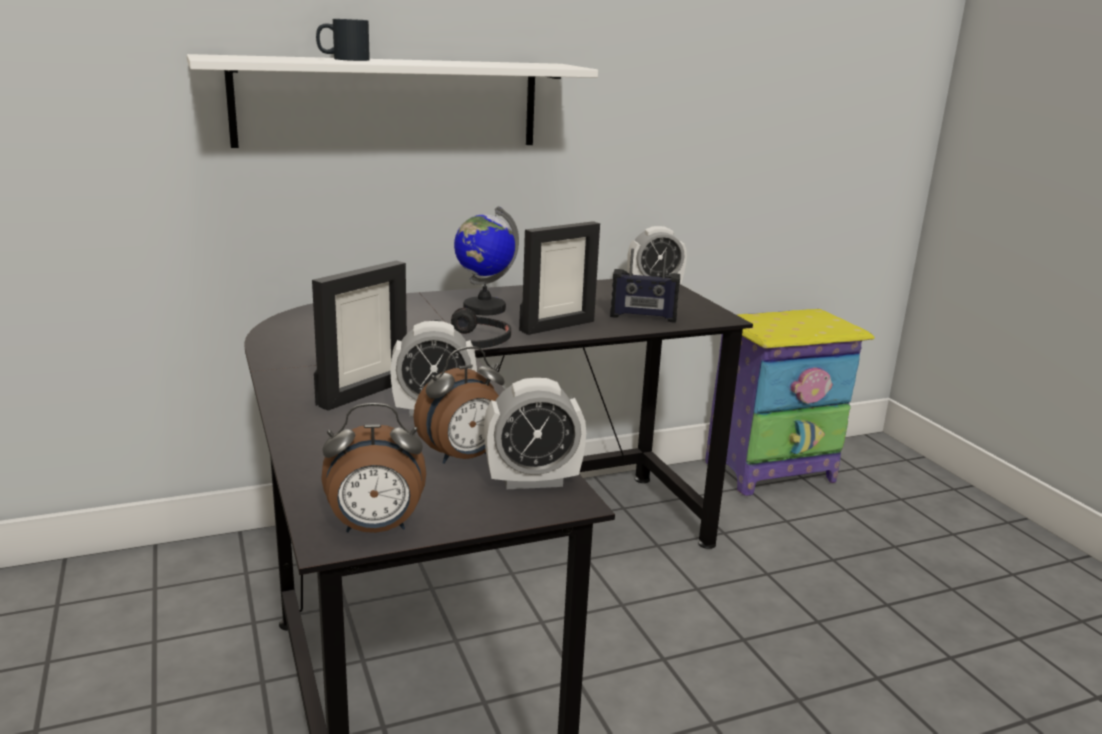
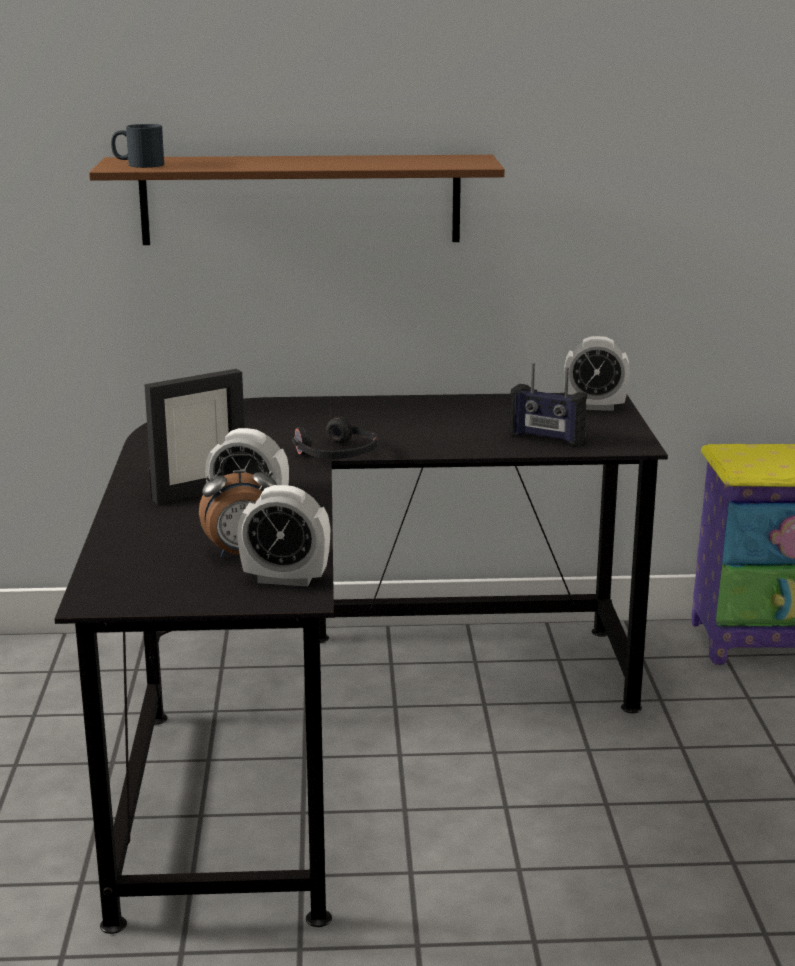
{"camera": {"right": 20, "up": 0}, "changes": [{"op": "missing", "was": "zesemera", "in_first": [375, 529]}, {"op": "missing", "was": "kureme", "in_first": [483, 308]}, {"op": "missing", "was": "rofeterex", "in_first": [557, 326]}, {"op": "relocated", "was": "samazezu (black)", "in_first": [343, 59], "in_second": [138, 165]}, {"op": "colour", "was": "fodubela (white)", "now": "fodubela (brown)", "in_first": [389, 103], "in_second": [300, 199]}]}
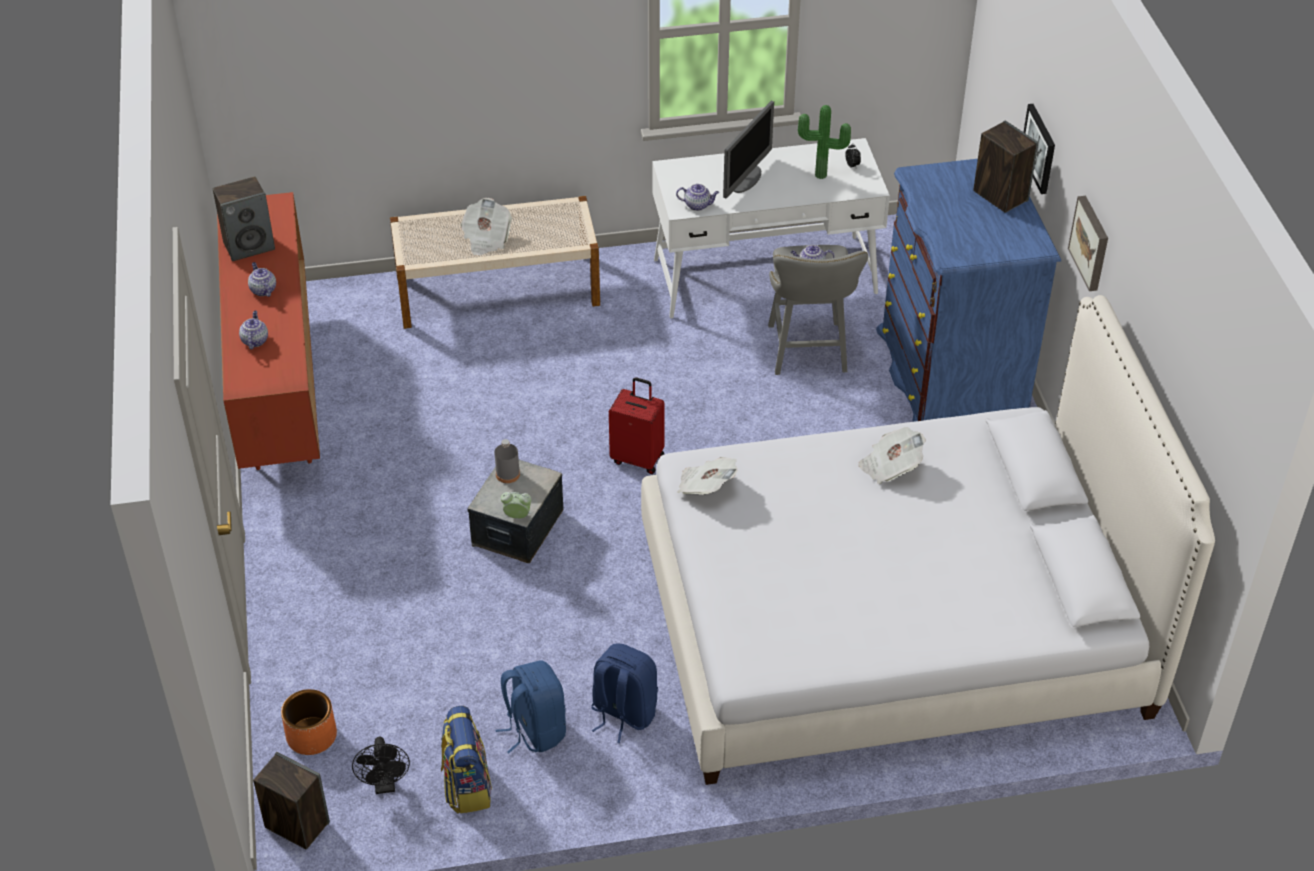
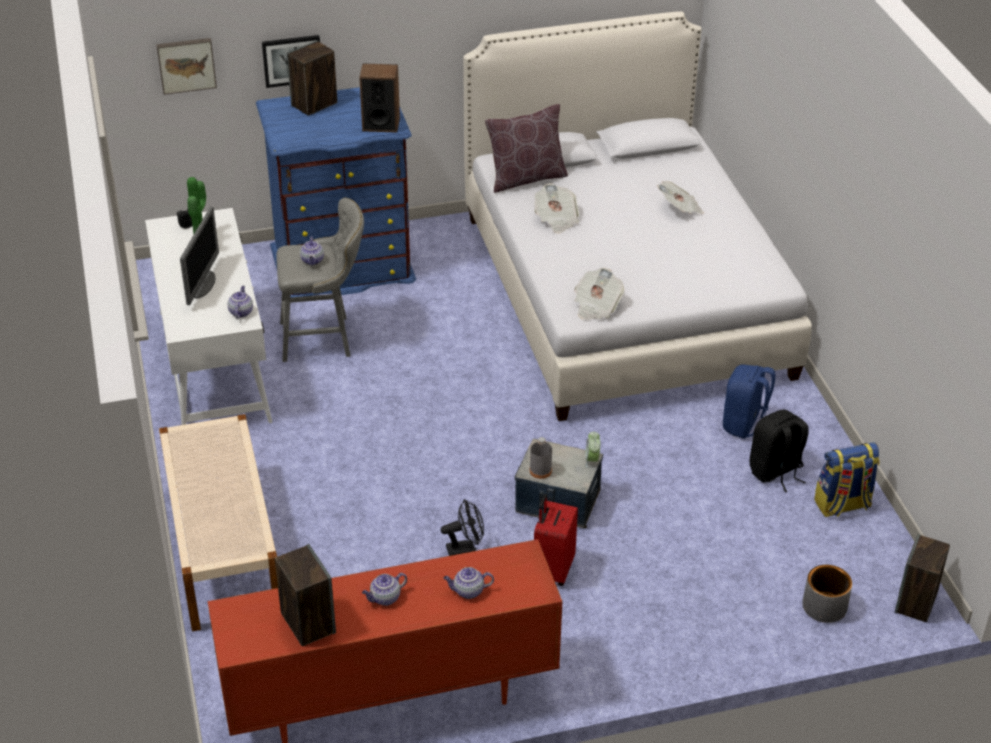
{"camera": {"right": -95, "up": -5}, "changes": [{"op": "appeared", "now": "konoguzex", "in_second": [381, 124]}, {"op": "appeared", "now": "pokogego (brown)", "in_second": [526, 178]}, {"op": "relocated", "was": "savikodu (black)", "in_first": [385, 785], "in_second": [465, 548]}, {"op": "relocated", "was": "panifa", "in_first": [486, 239], "in_second": [680, 209]}, {"op": "relocated", "was": "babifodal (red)", "in_first": [638, 458], "in_second": [552, 570]}, {"op": "relocated", "was": "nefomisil", "in_first": [1091, 243], "in_second": [186, 64]}, {"op": "colour", "was": "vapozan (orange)", "now": "vapozan (grey)", "in_first": [311, 736], "in_second": [824, 607]}, {"op": "colour", "was": "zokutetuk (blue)", "now": "zokutetuk (black)", "in_first": [534, 729], "in_second": [776, 472]}, {"op": "spun", "was": "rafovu", "in_first": [746, 179], "in_second": [203, 284], "clockwise": 75}]}
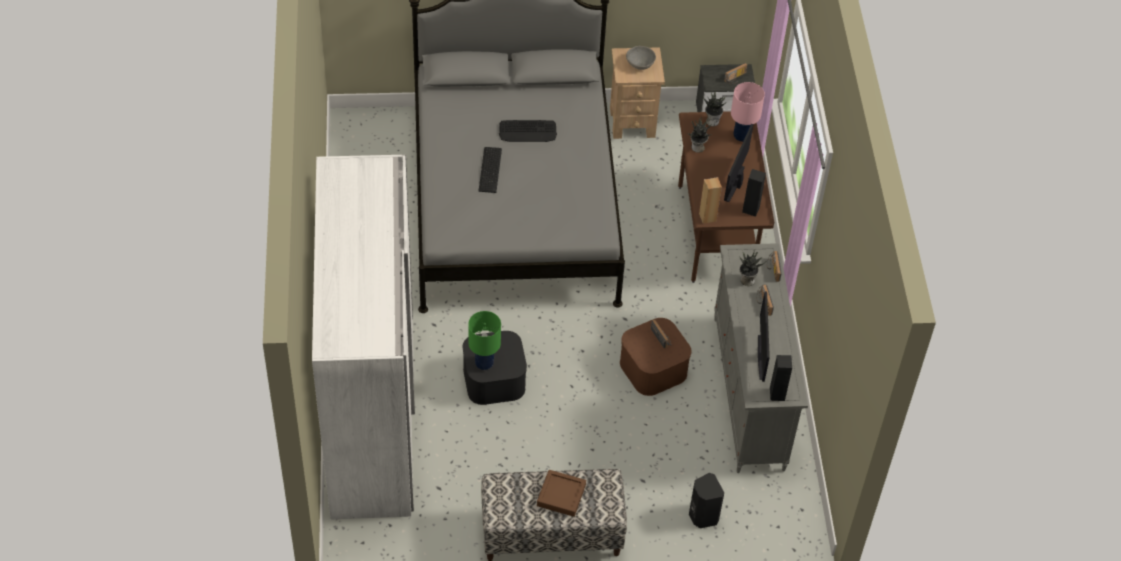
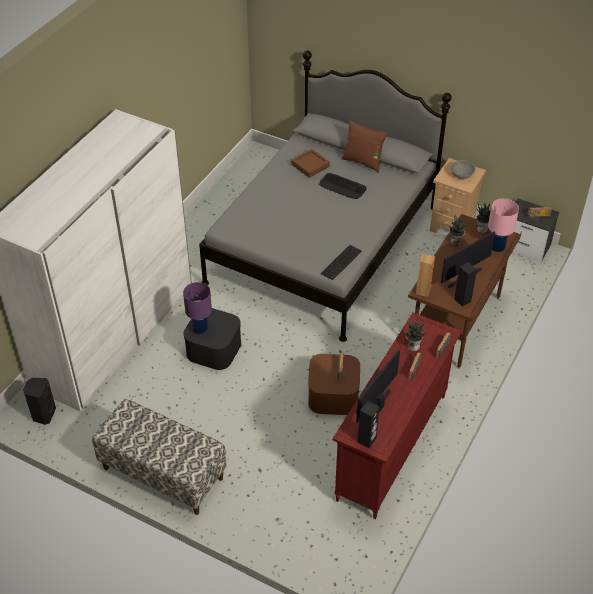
{"camera": {"right": 35, "up": -5}, "changes": [{"op": "appeared", "now": "pokogego (brown)", "in_second": [362, 162]}, {"op": "relocated", "was": "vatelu", "in_first": [491, 169], "in_second": [342, 262]}, {"op": "relocated", "was": "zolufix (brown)", "in_first": [561, 495], "in_second": [310, 165]}, {"op": "relocated", "was": "konoguzex (black)", "in_first": [702, 516], "in_second": [43, 414]}, {"op": "colour", "was": "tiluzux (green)", "now": "tiluzux (purple)", "in_first": [484, 363], "in_second": [200, 329]}, {"op": "colour", "was": "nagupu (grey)", "now": "nagupu (red)", "in_first": [749, 393], "in_second": [393, 447]}]}
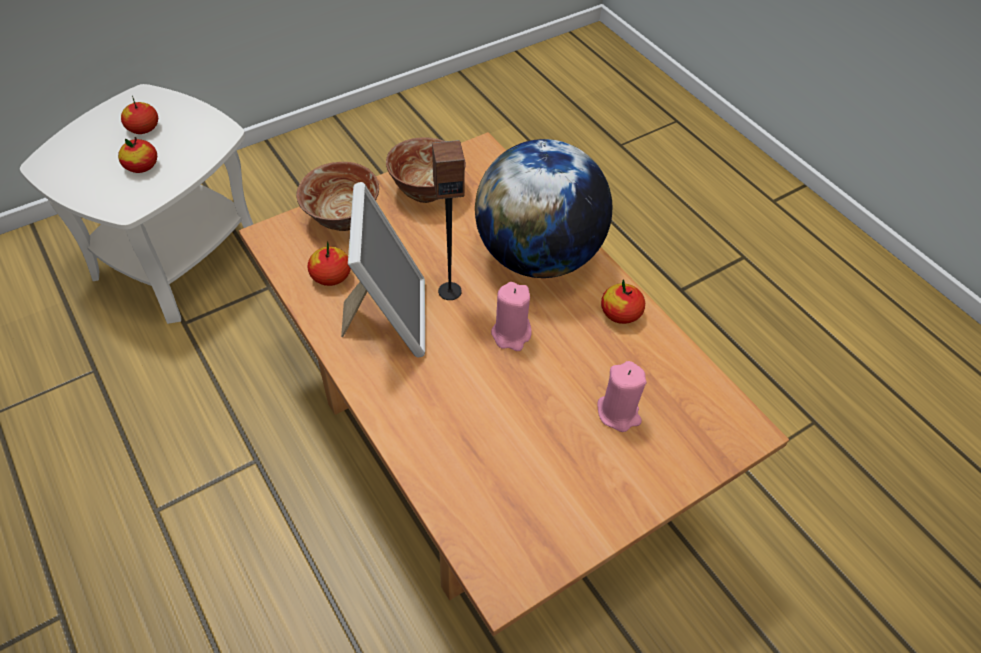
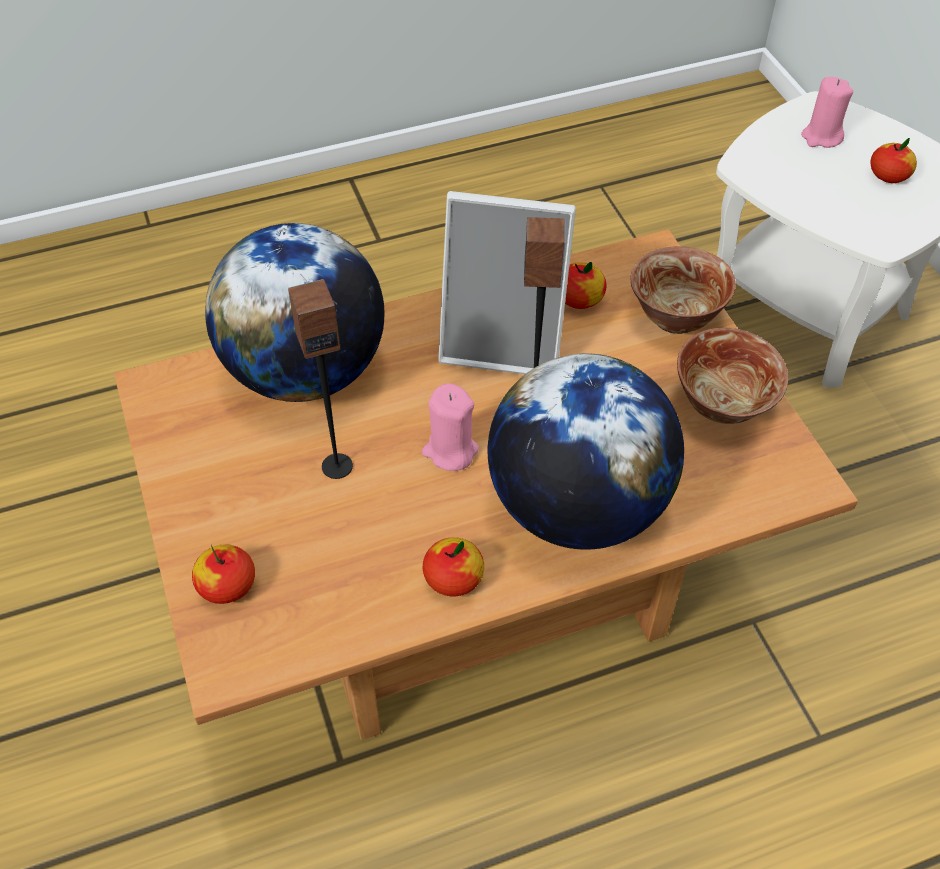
{"camera": {"right": 105, "up": 0}, "changes": [{"op": "appeared", "now": "kureme", "in_second": [305, 371]}, {"op": "appeared", "now": "konoguzex", "in_second": [337, 465]}, {"op": "relocated", "was": "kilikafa", "in_first": [142, 166], "in_second": [227, 585]}, {"op": "relocated", "was": "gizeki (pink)", "in_first": [618, 413], "in_second": [821, 137]}]}
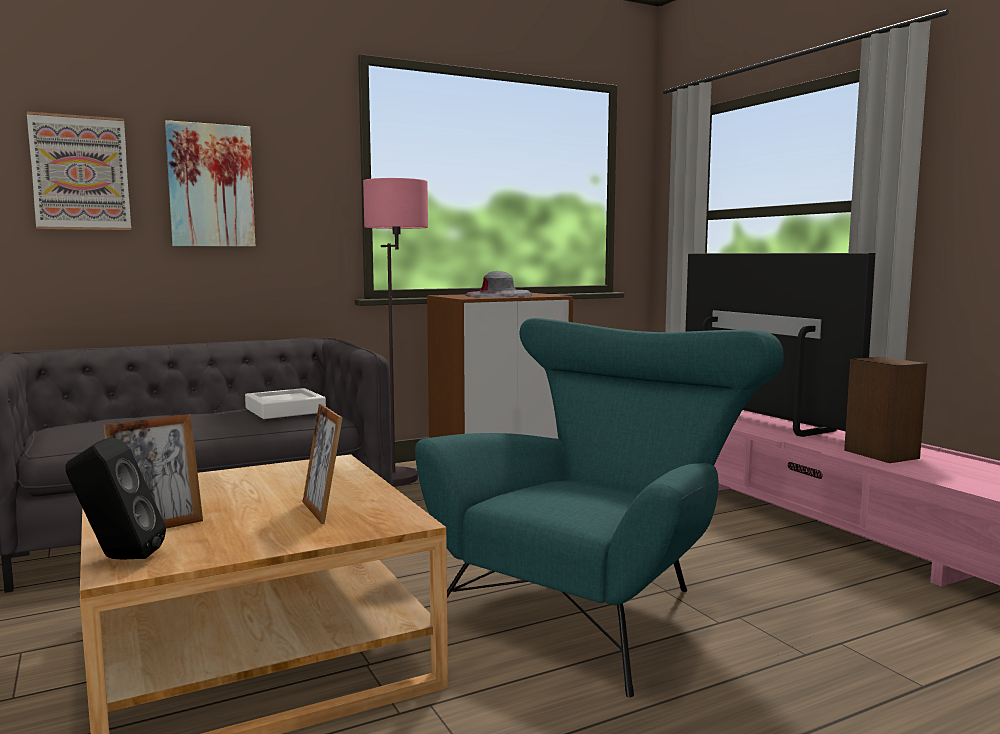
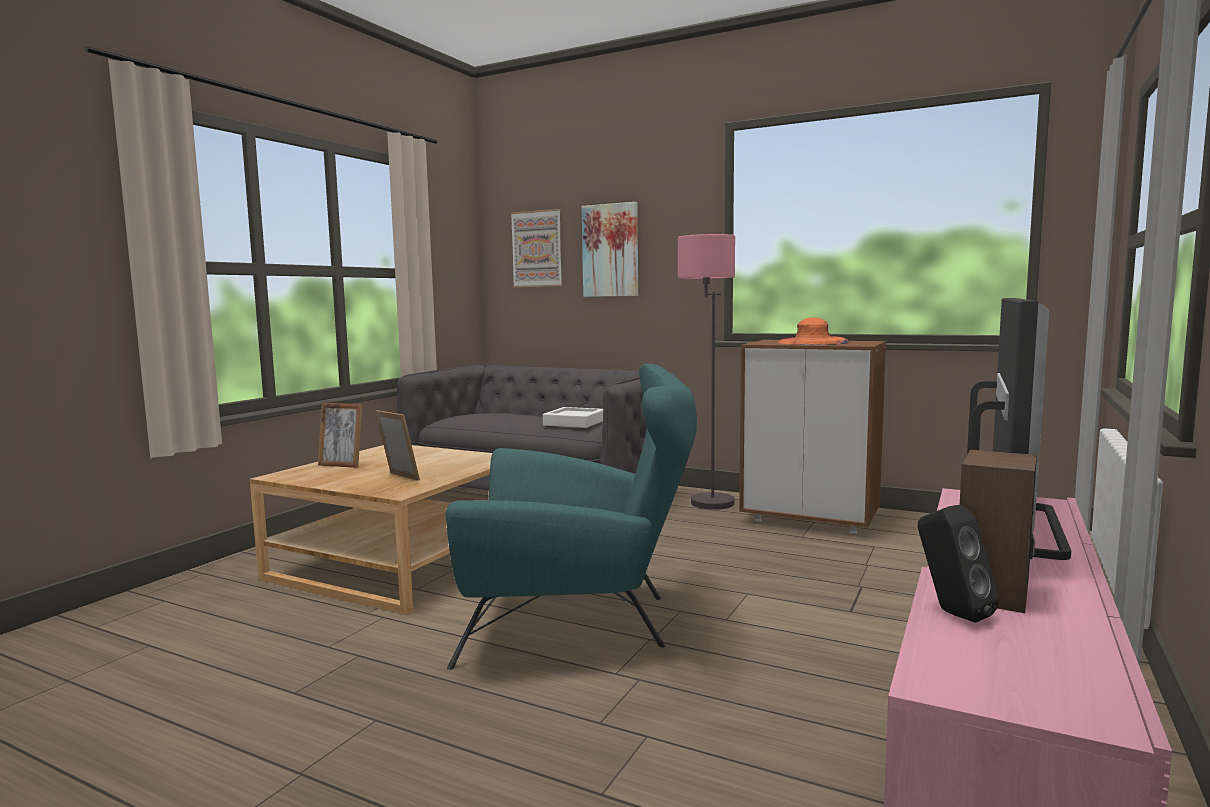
{"camera": {"right": 55, "up": 0}, "changes": [{"op": "relocated", "was": "konoguzex (black)", "in_first": [117, 558], "in_second": [951, 613]}, {"op": "colour", "was": "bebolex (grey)", "now": "bebolex (orange)", "in_first": [498, 295], "in_second": [813, 342]}, {"op": "spun", "was": "rofeterex", "in_first": [323, 511], "in_second": [399, 477], "clockwise": 105}]}
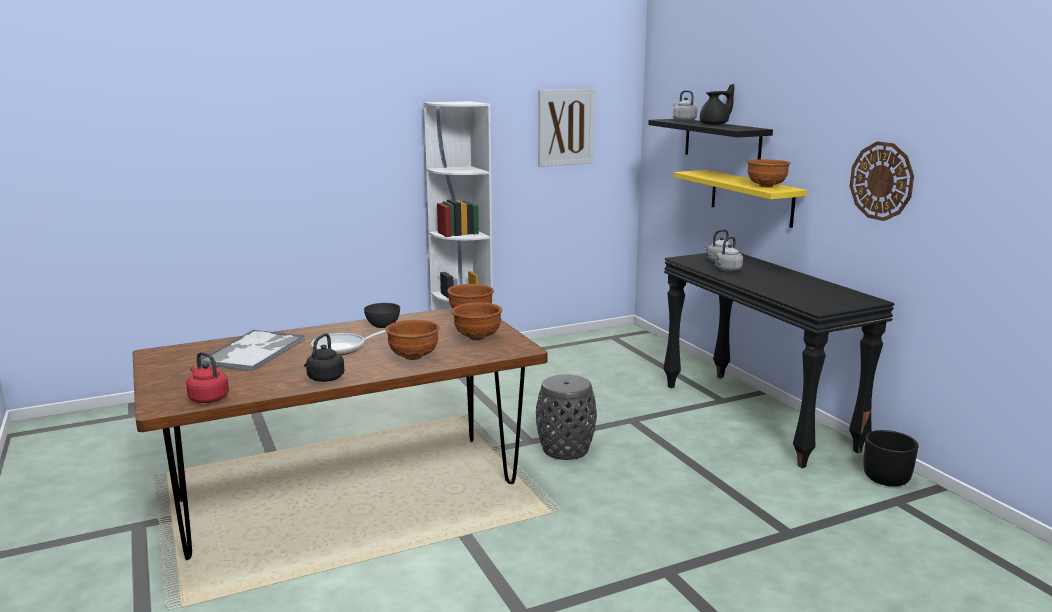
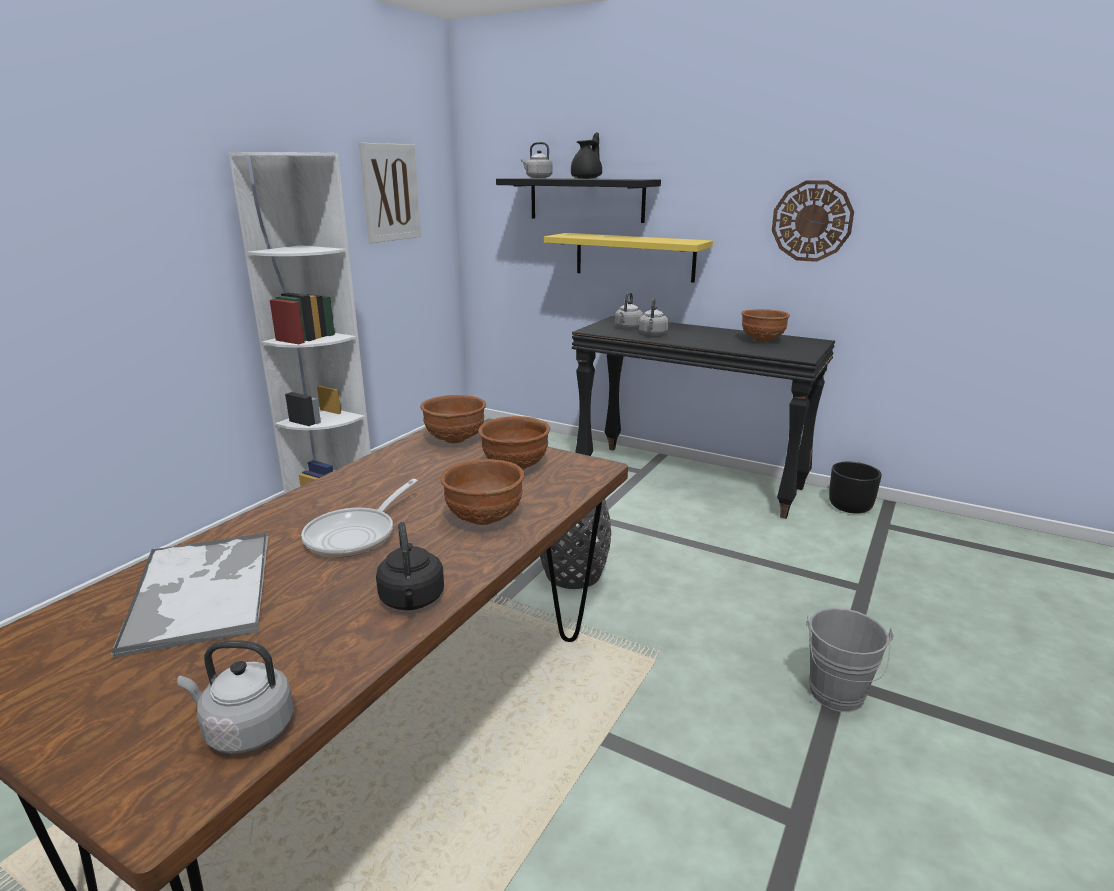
{"camera": {"right": -35, "up": 5}, "changes": [{"op": "missing", "was": "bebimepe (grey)", "in_first": [383, 326]}, {"op": "appeared", "now": "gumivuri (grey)", "in_second": [836, 697]}, {"op": "relocated", "was": "bebimepe (brown)", "in_first": [766, 186], "in_second": [762, 340]}, {"op": "colour", "was": "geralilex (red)", "now": "geralilex (grey)", "in_first": [207, 398], "in_second": [245, 730]}]}
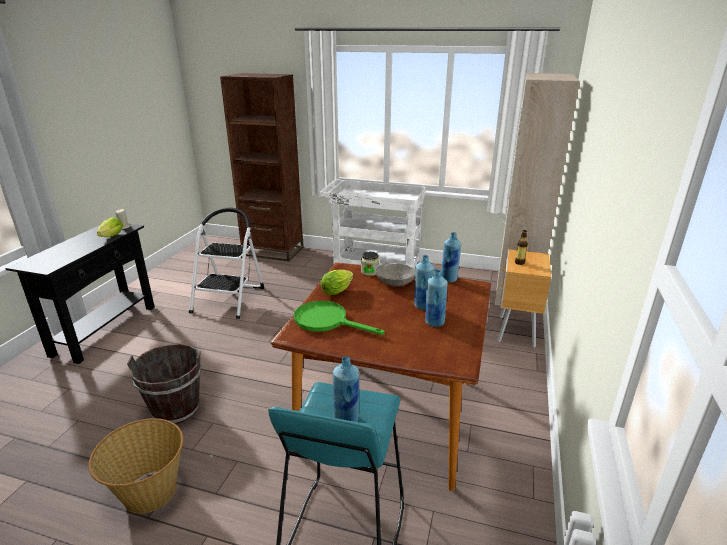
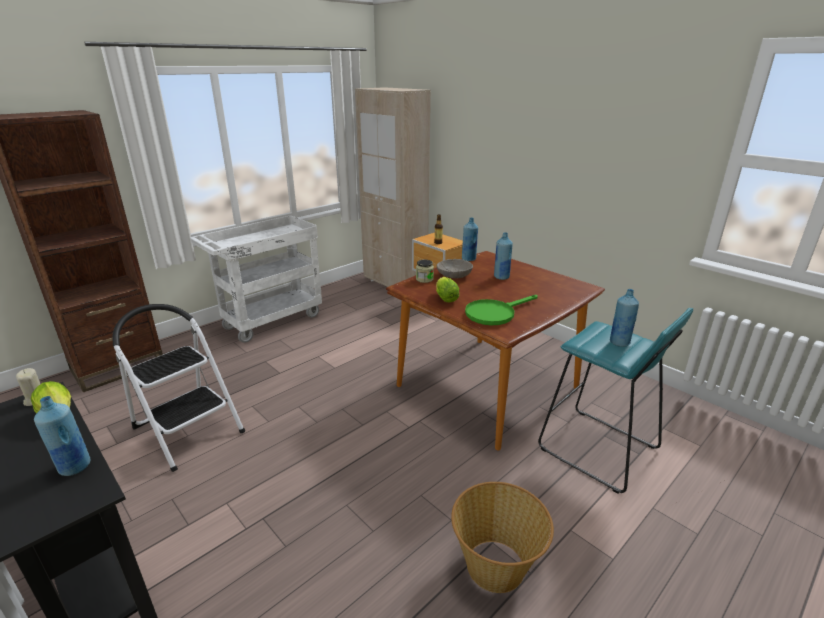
{"camera": {"right": -60, "up": 0}, "changes": [{"op": "missing", "was": "gumivuri (brown)", "in_first": [176, 409]}, {"op": "relocated", "was": "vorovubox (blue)", "in_first": [434, 322], "in_second": [74, 467]}]}
